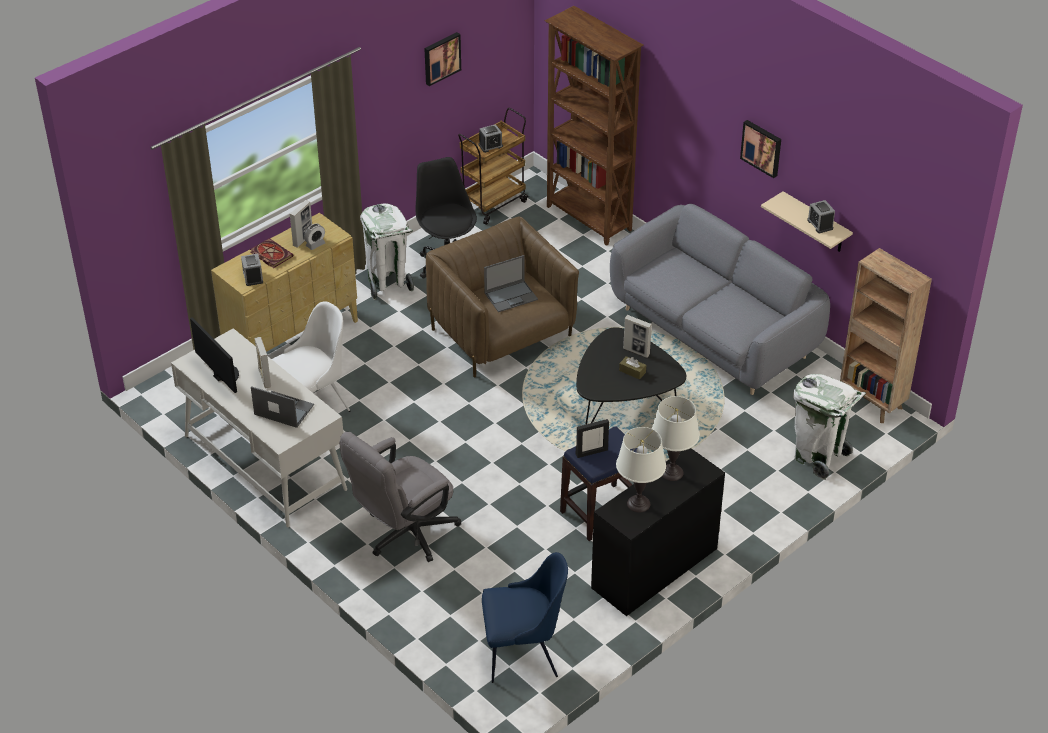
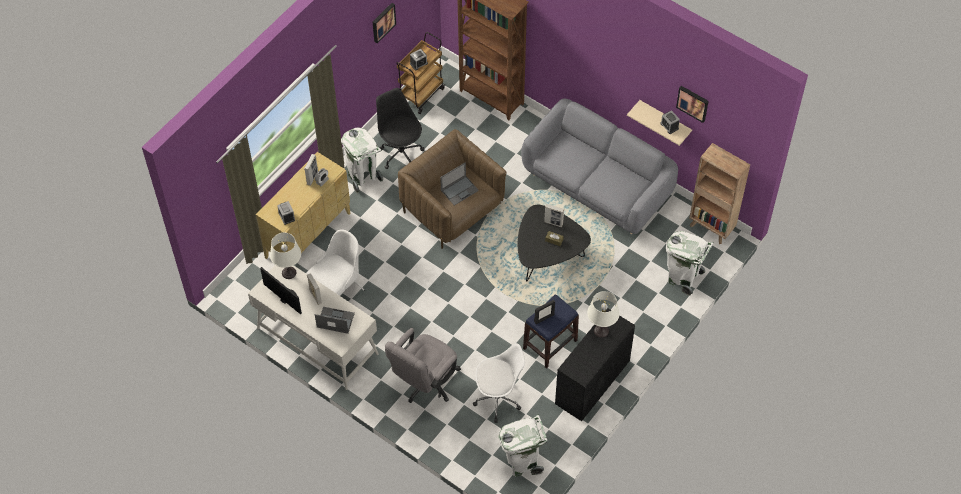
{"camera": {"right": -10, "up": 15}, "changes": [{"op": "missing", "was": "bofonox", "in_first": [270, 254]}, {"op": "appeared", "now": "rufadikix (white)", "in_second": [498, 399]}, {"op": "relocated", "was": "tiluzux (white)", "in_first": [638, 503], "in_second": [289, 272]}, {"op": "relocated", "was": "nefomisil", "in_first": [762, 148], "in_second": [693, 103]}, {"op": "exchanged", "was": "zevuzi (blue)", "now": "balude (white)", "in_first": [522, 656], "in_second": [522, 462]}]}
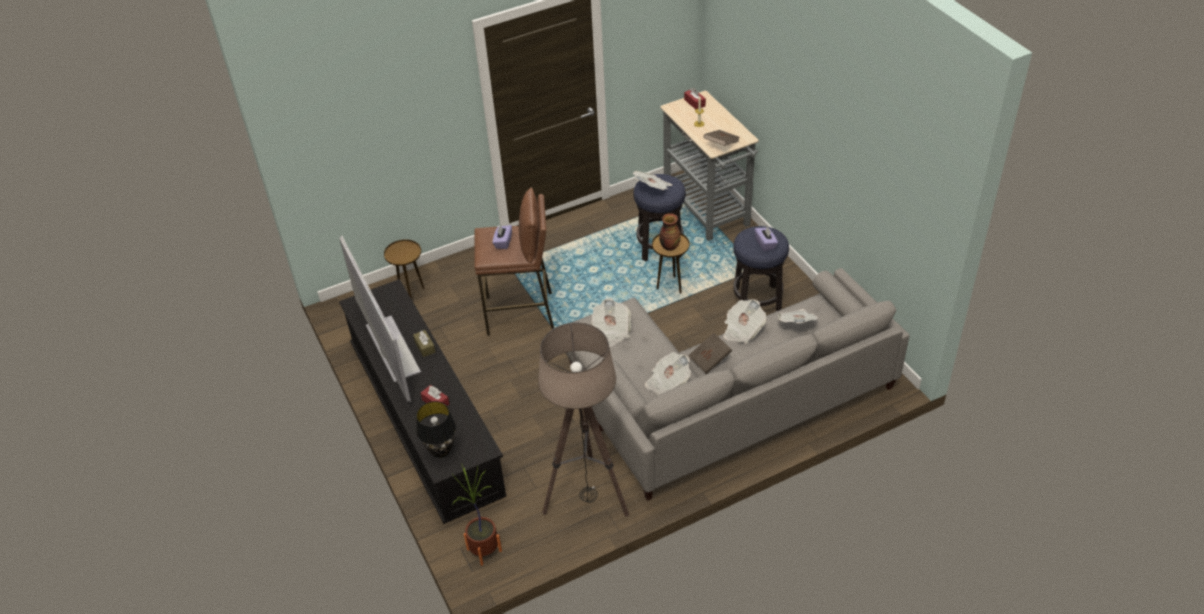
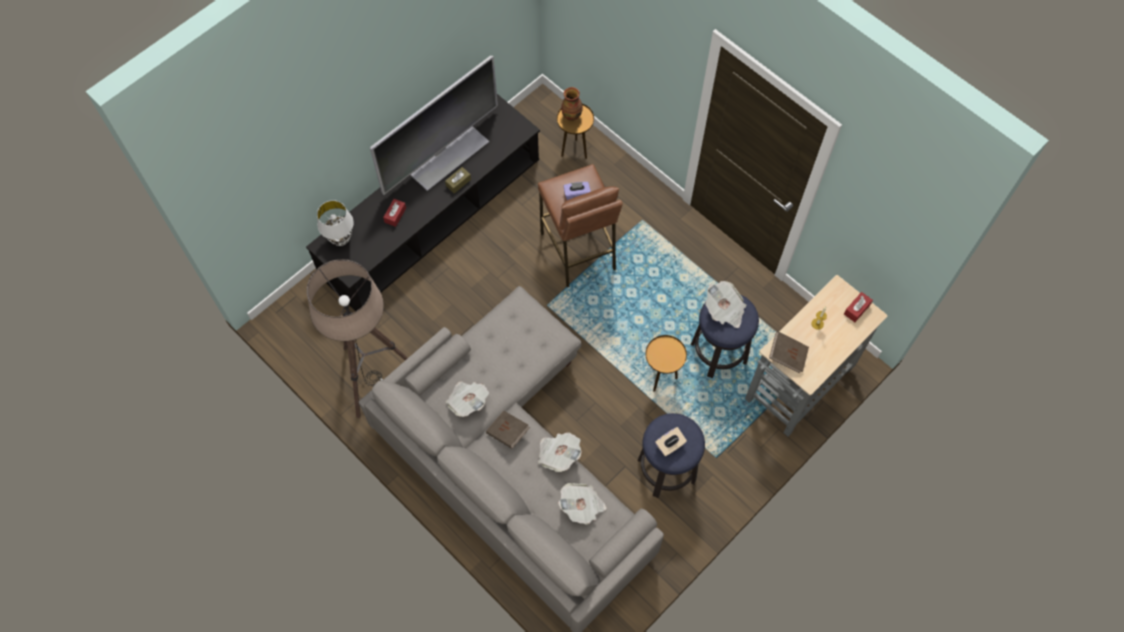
{"camera": {"right": 70, "up": 20}, "changes": [{"op": "missing", "was": "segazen", "in_first": [484, 550]}, {"op": "missing", "was": "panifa", "in_first": [611, 331]}, {"op": "relocated", "was": "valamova", "in_first": [669, 246], "in_second": [571, 115]}, {"op": "colour", "was": "tiluzux (black)", "now": "tiluzux (white)", "in_first": [441, 452], "in_second": [340, 240]}, {"op": "colour", "was": "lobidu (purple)", "now": "lobidu (beige)", "in_first": [765, 244], "in_second": [670, 445]}]}
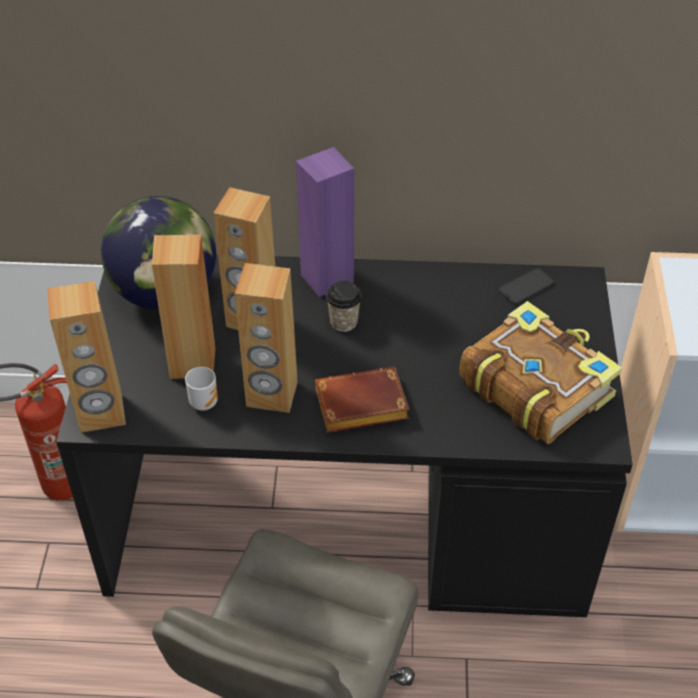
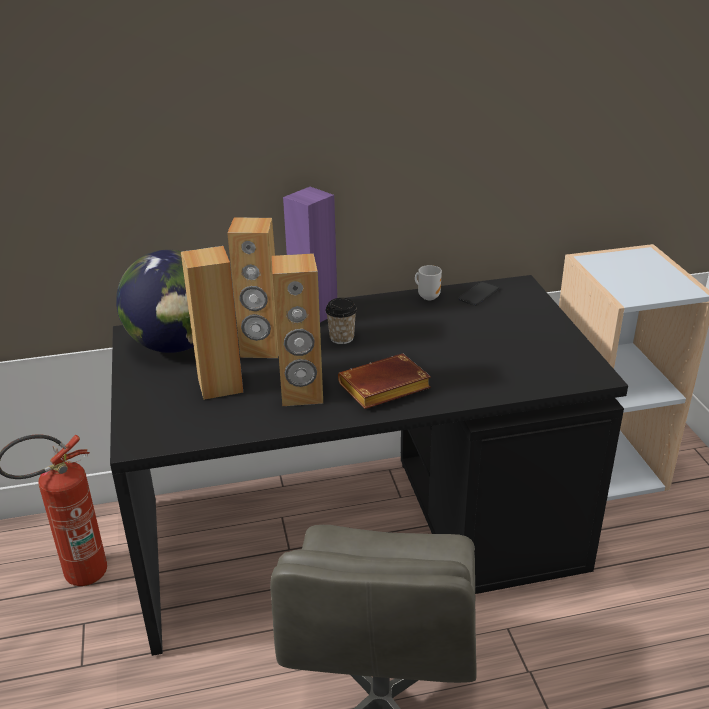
{"camera": {"right": -15, "up": -15}, "changes": [{"op": "missing", "was": "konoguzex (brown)", "in_first": [101, 413]}, {"op": "missing", "was": "bofonox", "in_first": [535, 386]}, {"op": "relocated", "was": "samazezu", "in_first": [204, 401], "in_second": [428, 296]}]}
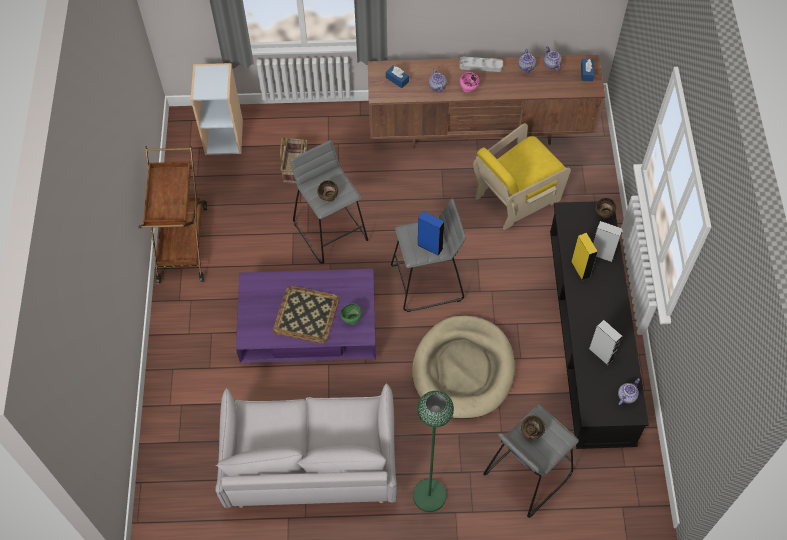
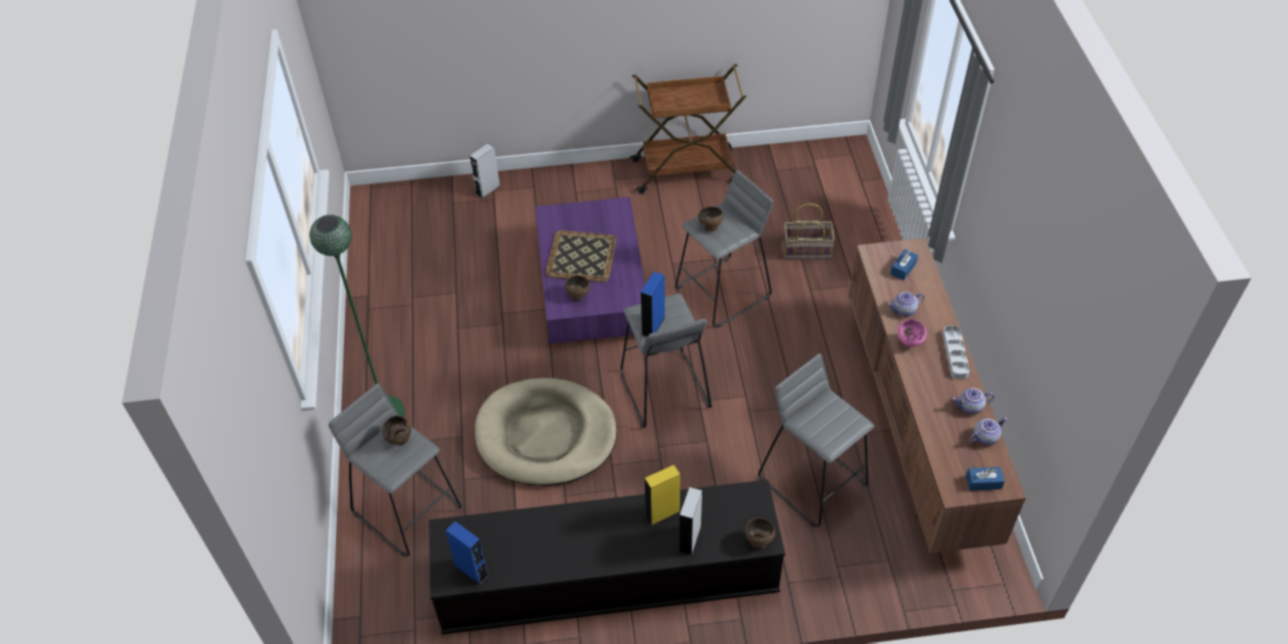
{"camera": {"right": 85, "up": -10}, "changes": [{"op": "missing", "was": "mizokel", "in_first": [224, 136]}, {"op": "missing", "was": "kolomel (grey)", "in_first": [312, 465]}, {"op": "relocated", "was": "konoguzex (grey)", "in_first": [601, 354], "in_second": [488, 189]}, {"op": "exchanged", "was": "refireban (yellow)", "now": "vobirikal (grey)", "in_first": [516, 197], "in_second": [812, 480]}, {"op": "exchanged", "was": "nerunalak", "now": "konoguzex (blue)", "in_first": [626, 395], "in_second": [472, 570]}, {"op": "colour", "was": "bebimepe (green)", "now": "bebimepe (brown)", "in_first": [351, 320], "in_second": [577, 296]}]}
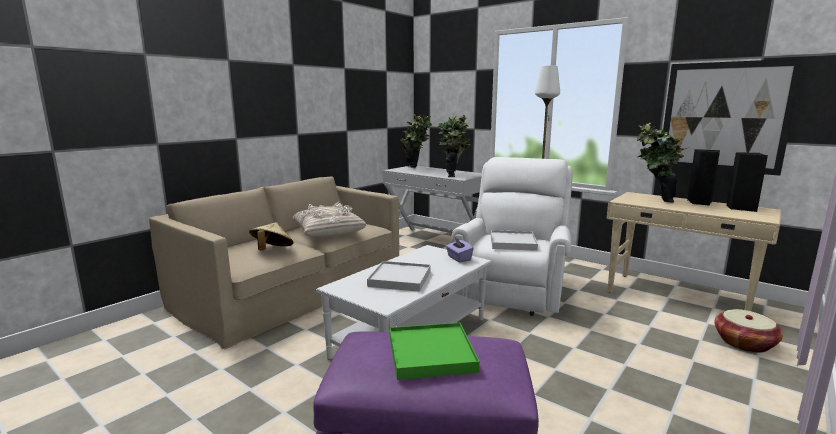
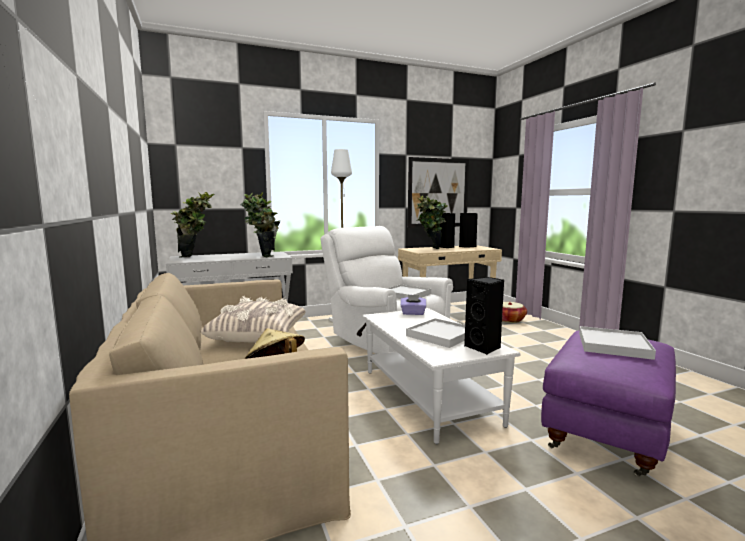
{"camera": {"right": -60, "up": -5}, "changes": [{"op": "appeared", "now": "konoguzex (black)", "in_second": [484, 348]}, {"op": "colour", "was": "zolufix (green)", "now": "zolufix (white)", "in_first": [431, 354], "in_second": [613, 345]}]}
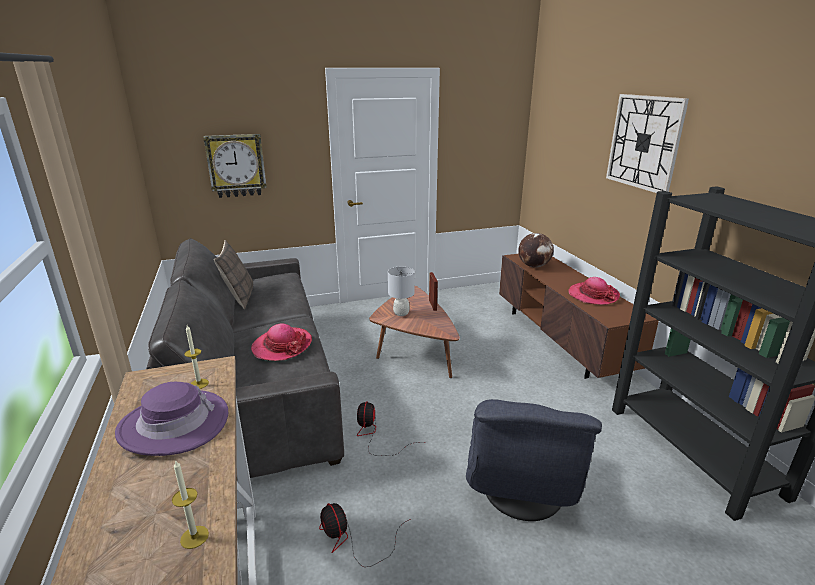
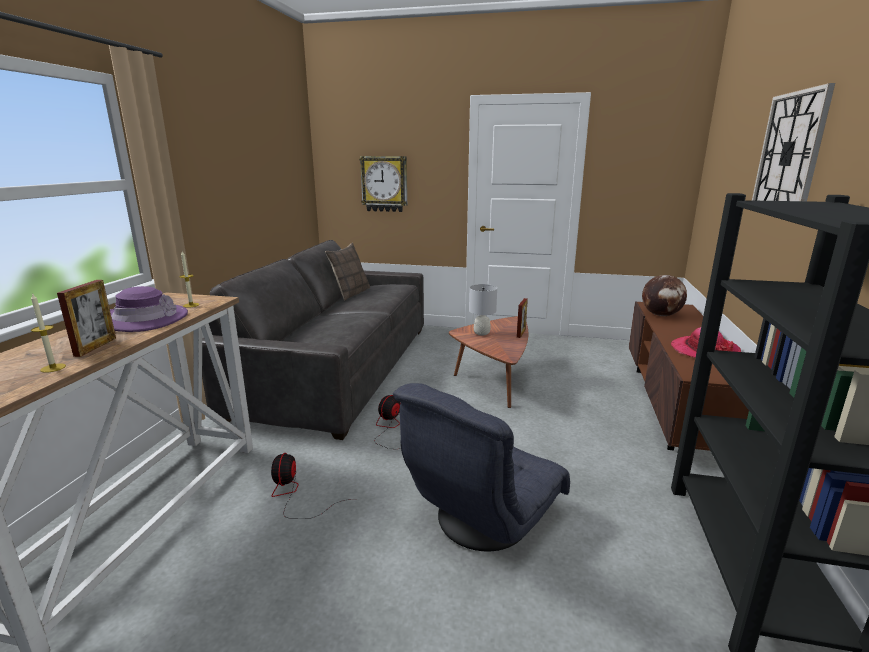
{"camera": {"right": 30, "up": -5}, "changes": [{"op": "missing", "was": "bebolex", "in_first": [282, 346]}, {"op": "appeared", "now": "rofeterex", "in_second": [95, 347]}]}
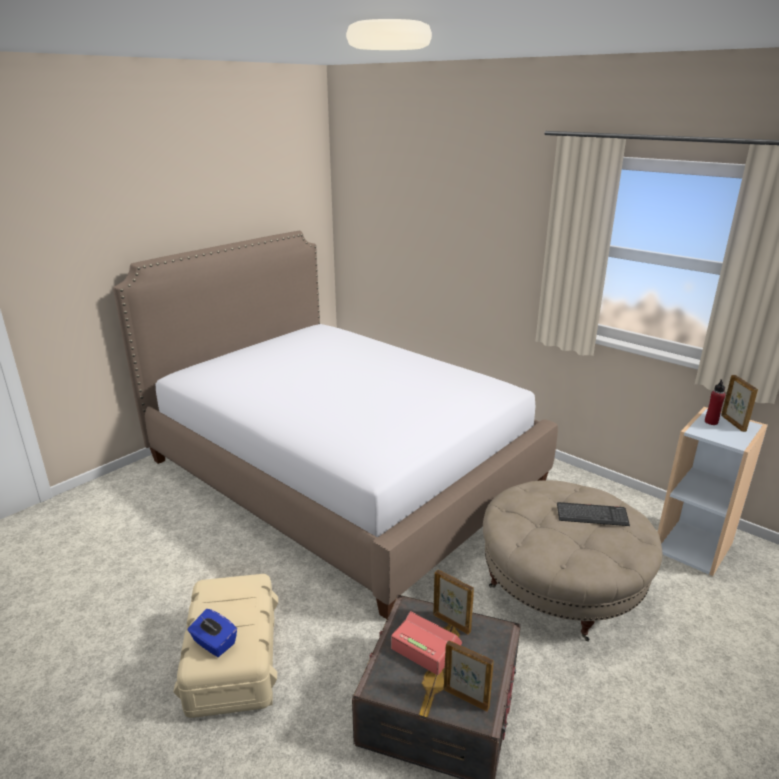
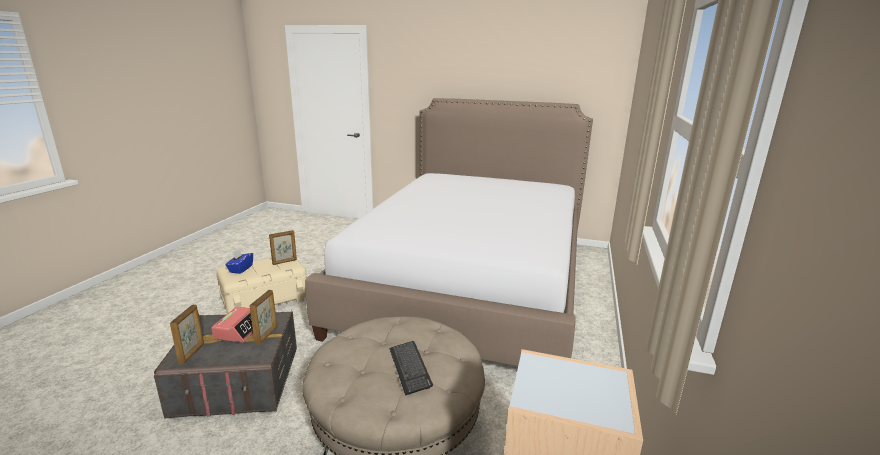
{"camera": {"right": 65, "up": -5}, "changes": [{"op": "missing", "was": "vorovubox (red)", "in_first": [711, 422]}, {"op": "relocated", "was": "rofeterex", "in_first": [733, 423], "in_second": [285, 262]}]}
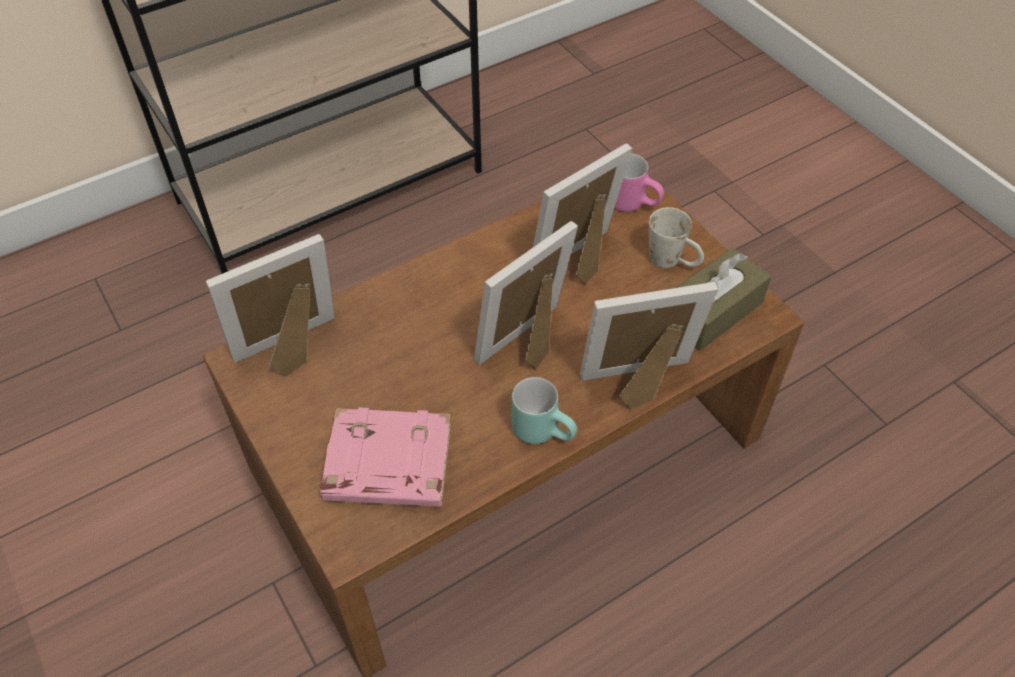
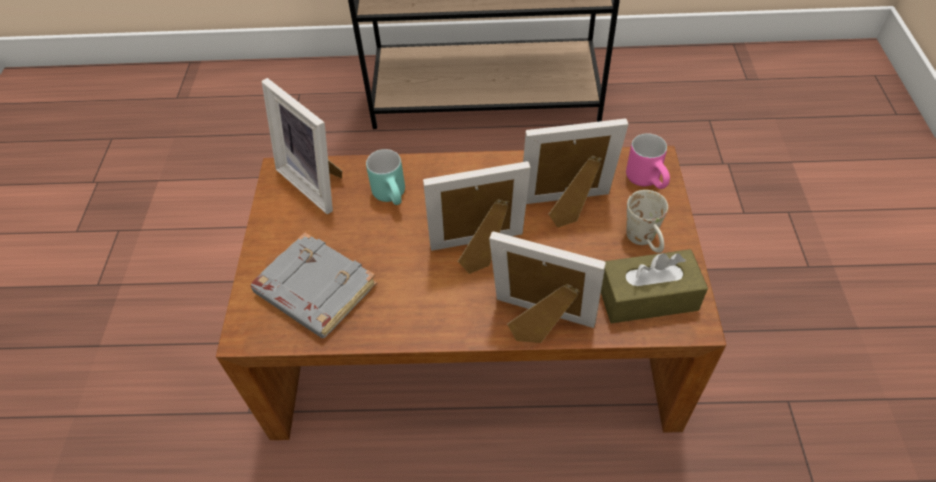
{"camera": {"right": 35, "up": 0}, "changes": [{"op": "relocated", "was": "samazezu (turquoise)", "in_first": [544, 430], "in_second": [394, 196]}, {"op": "colour", "was": "bofonox (pink)", "now": "bofonox (grey)", "in_first": [387, 465], "in_second": [314, 290]}, {"op": "spun", "was": "rofeterex", "in_first": [292, 351], "in_second": [317, 181], "clockwise": -135}]}
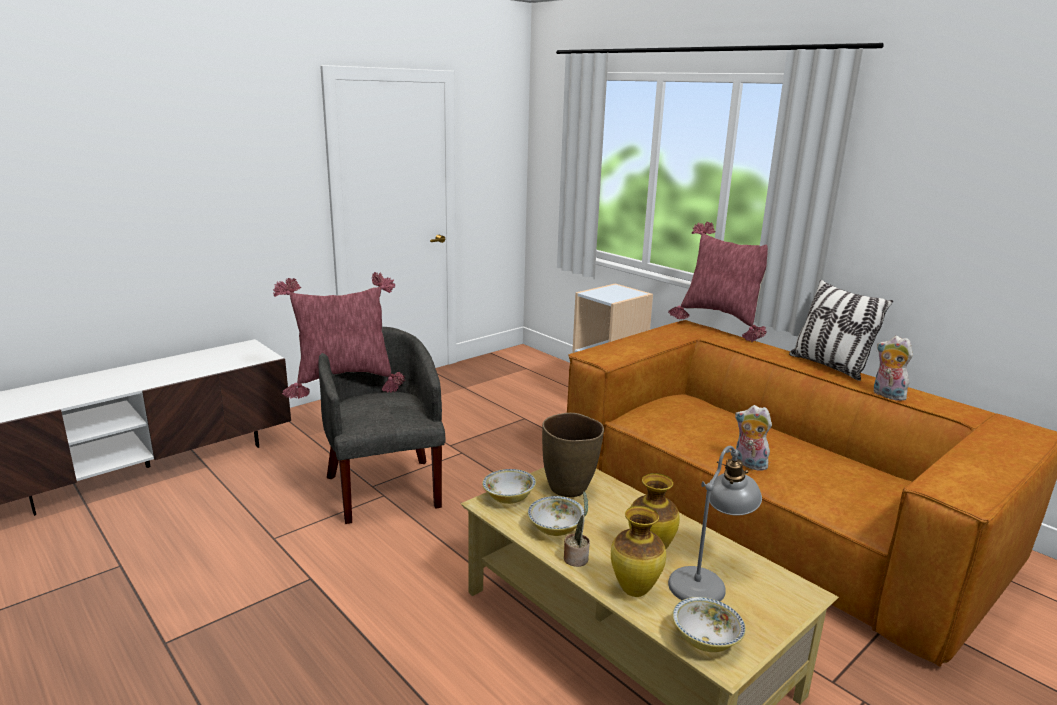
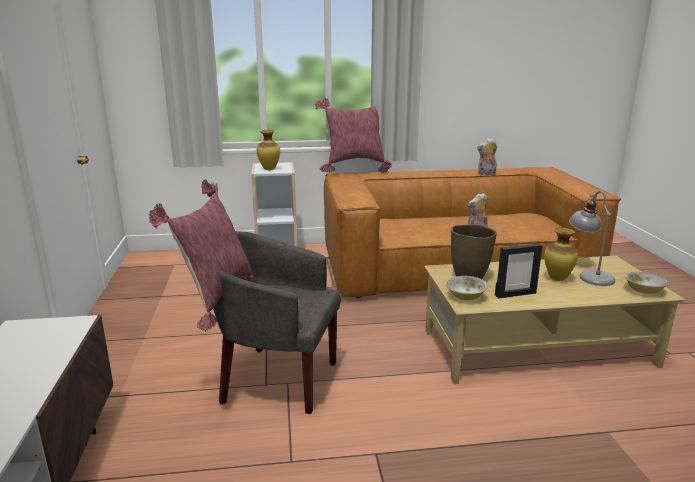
{"camera": {"right": -55, "up": 0}, "changes": [{"op": "missing", "was": "segazen", "in_first": [576, 558]}, {"op": "missing", "was": "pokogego", "in_first": [829, 366]}, {"op": "relocated", "was": "valamova", "in_first": [634, 591], "in_second": [269, 169]}, {"op": "exchanged", "was": "bebimepe", "now": "rofeterex", "in_first": [555, 528], "in_second": [515, 294]}]}
